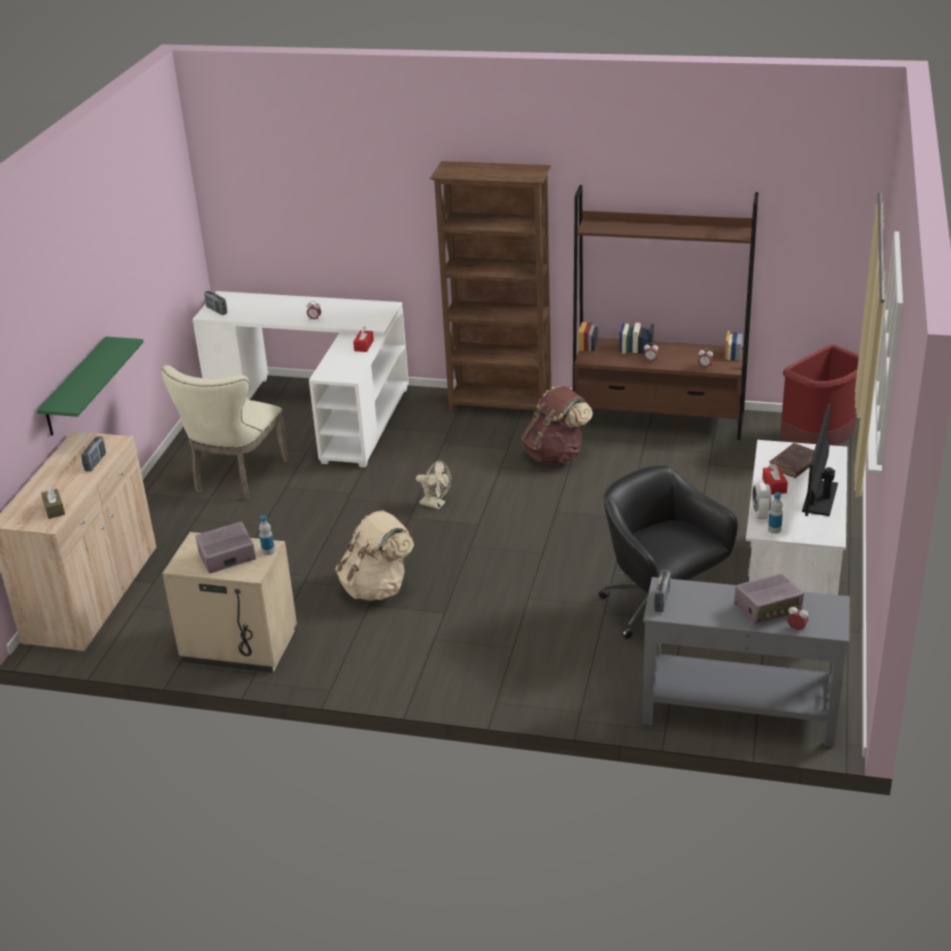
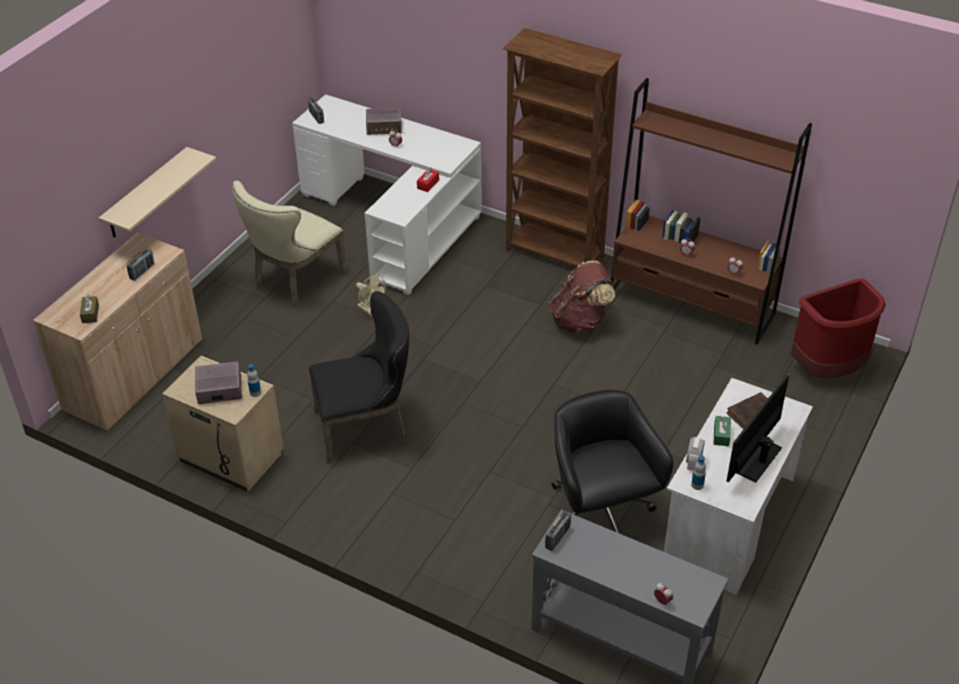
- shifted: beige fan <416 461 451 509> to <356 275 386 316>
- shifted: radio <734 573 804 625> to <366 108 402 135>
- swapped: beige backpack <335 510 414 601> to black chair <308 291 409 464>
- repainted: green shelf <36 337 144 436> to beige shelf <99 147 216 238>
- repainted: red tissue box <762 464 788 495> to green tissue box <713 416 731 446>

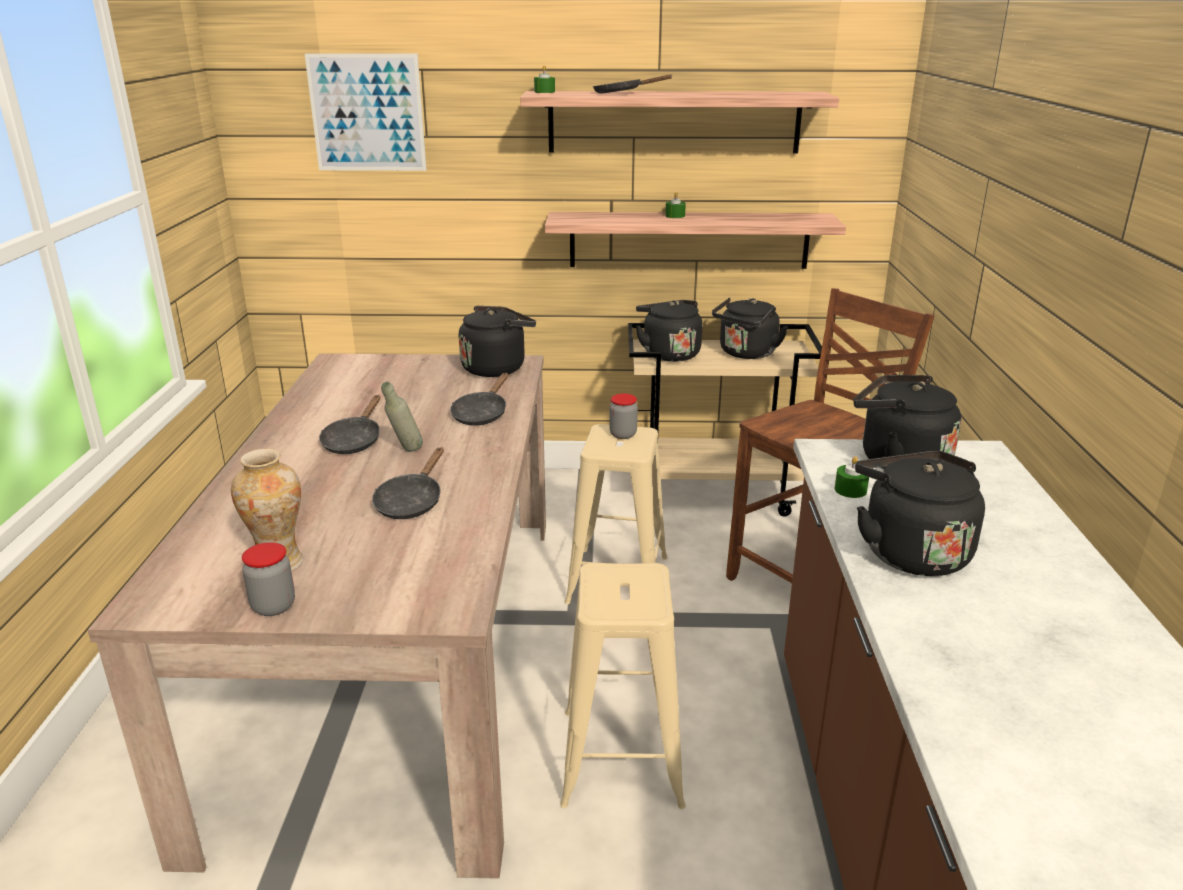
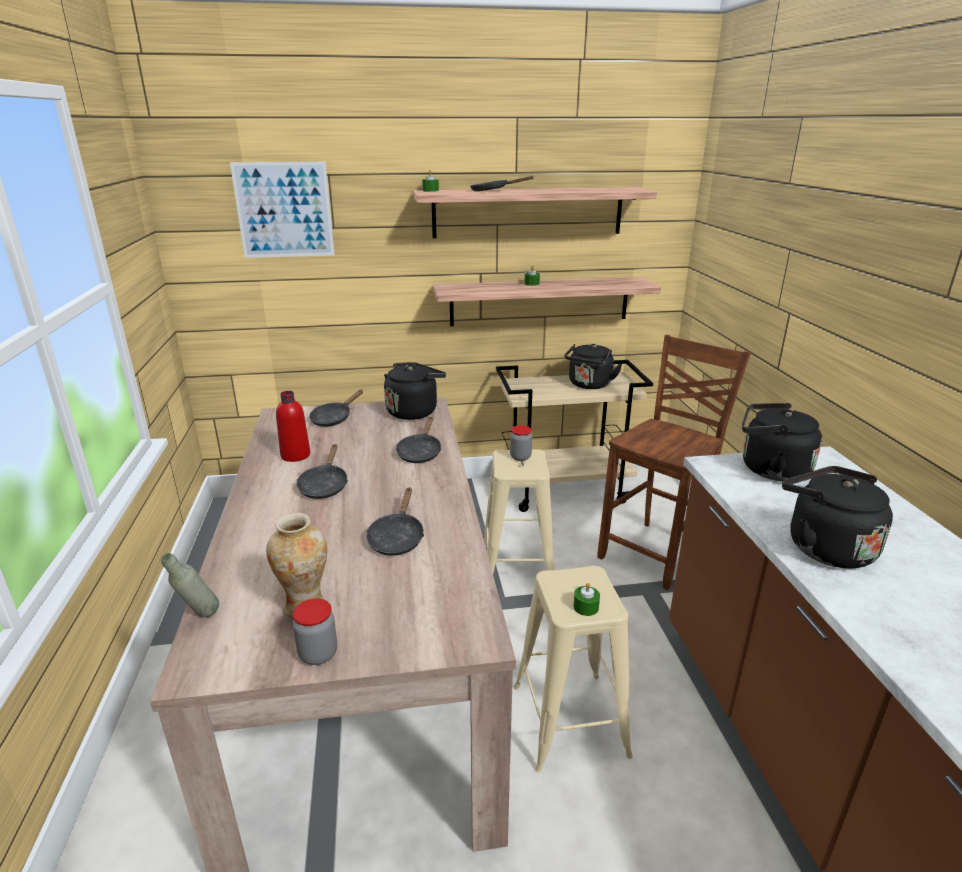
- gone: black kettle <636 300 703 362>
- new: red bottle <276 391 310 462>
- new: black frying pan <309 390 363 427>
- shifted: grey bottle <381 382 423 452> to <161 553 219 618>
- shifted: green candle <835 456 869 498> to <573 583 600 616>

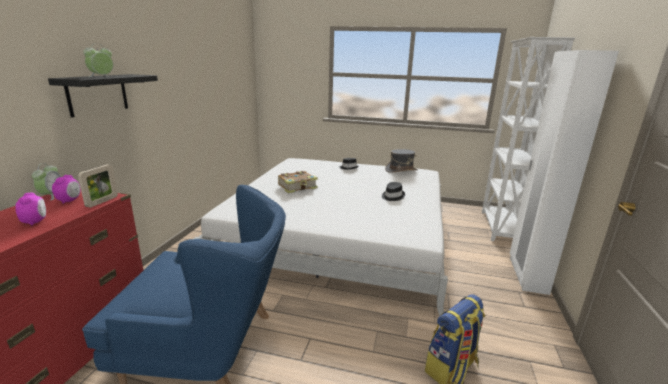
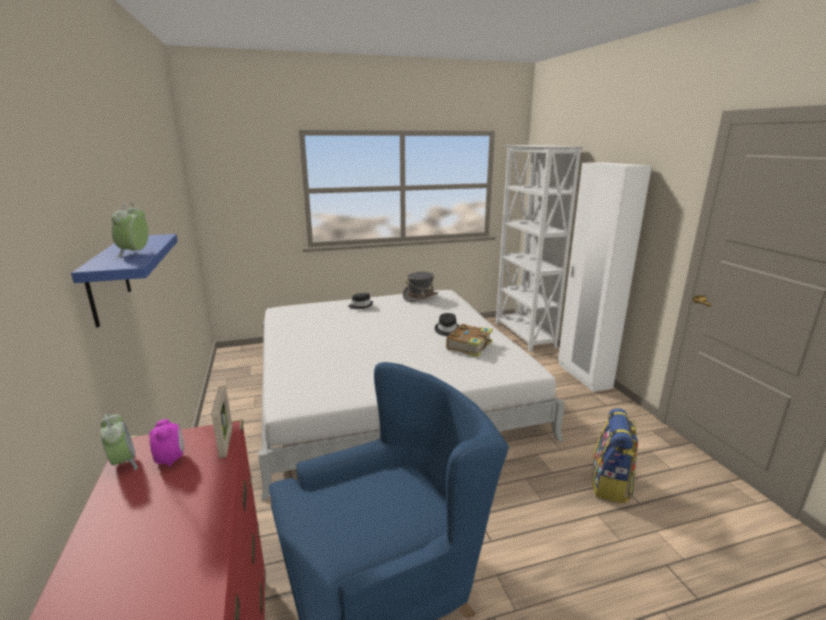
- gone: alarm clock <15 193 46 226>
- shifted: book <278 171 318 193> to <446 324 493 357>
- repainted: black shelf <48 74 158 117> to blue shelf <71 234 178 328>

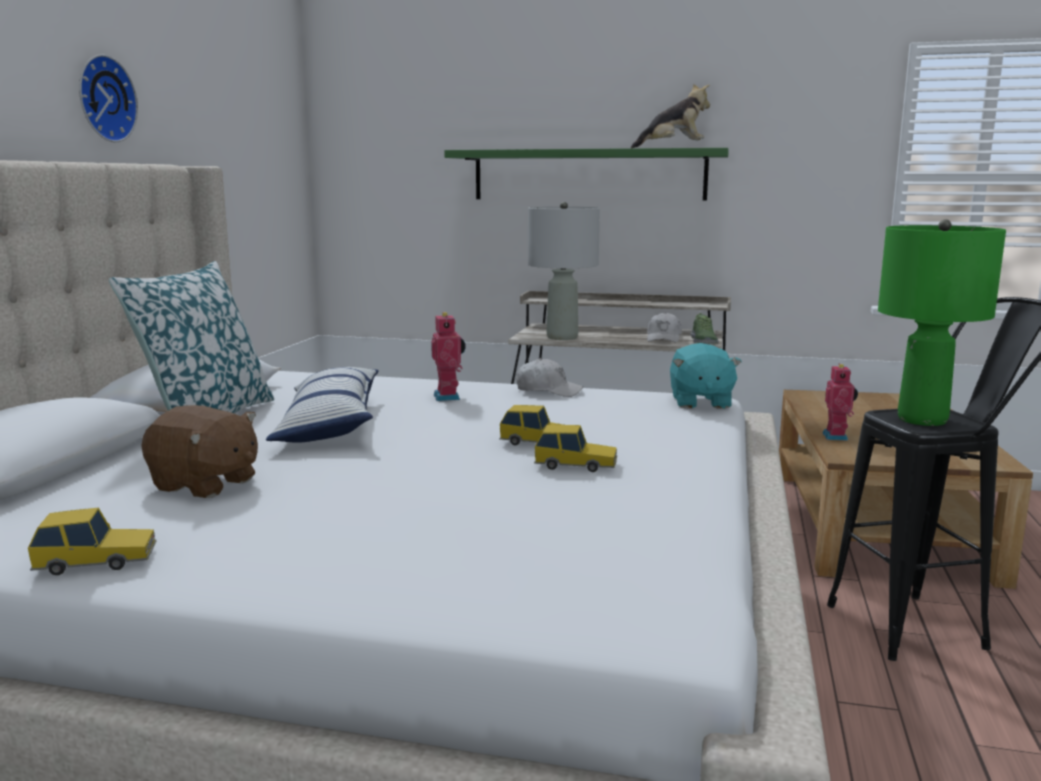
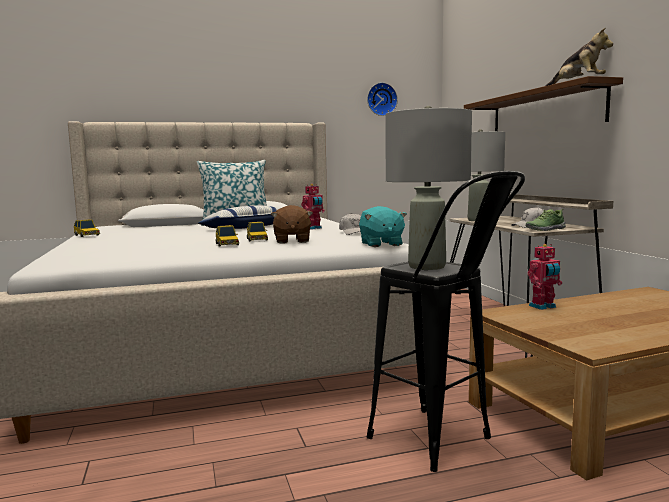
- shifted: wall clock <79 55 138 142> to <367 82 398 116>
- shifted: brown plush toy <141 405 258 498> to <271 205 313 244>
- repainted: green shelf <444 148 729 201> to brown shelf <464 76 623 131>
- repainted: green table lamp <878 219 1006 426> to grey table lamp <385 106 472 270>
- rotated: turquoise plush toy <670 343 742 409> = <359 206 407 247> 75 degrees counterclockwise

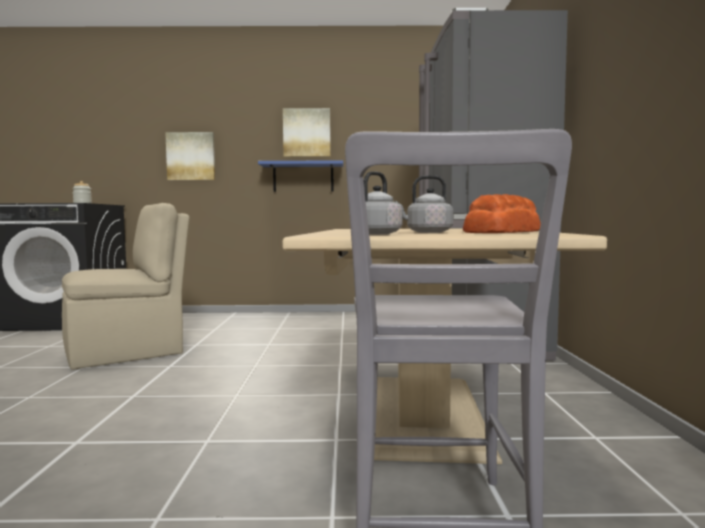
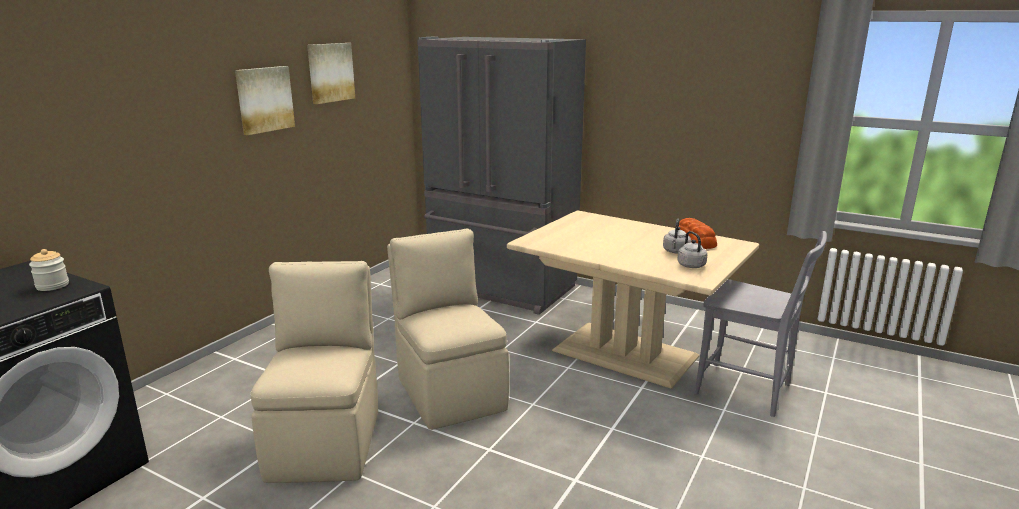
- gone: blue shelf <258 160 344 192>
- new: beige chair <387 229 509 430>
- shifted: picture <165 132 215 180> to <307 43 355 104>

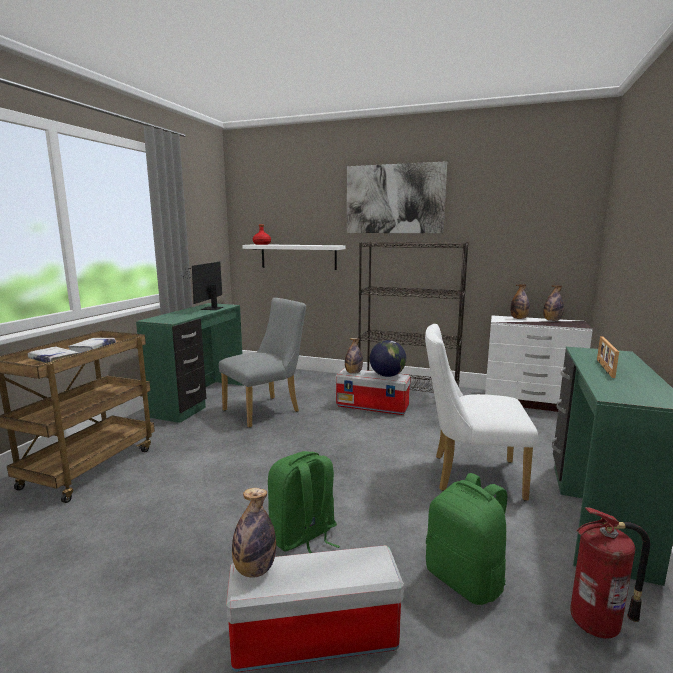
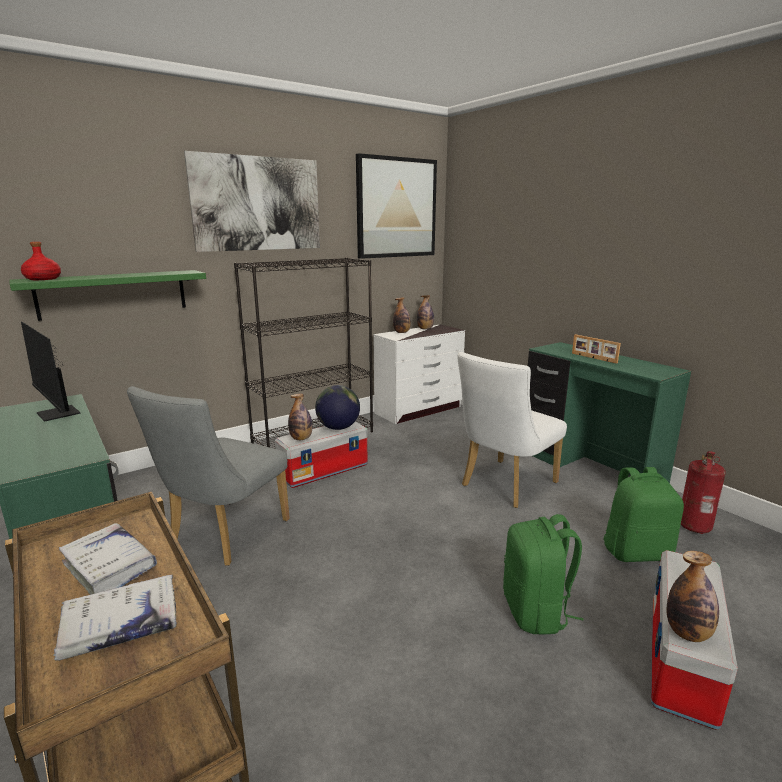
- new: picture <356 153 437 259>
- repainted: white shelf <242 244 345 270> to green shelf <9 270 206 321>
- rotated: grey chair <219 298 306 428> = <127 386 290 566> 150 degrees counterclockwise

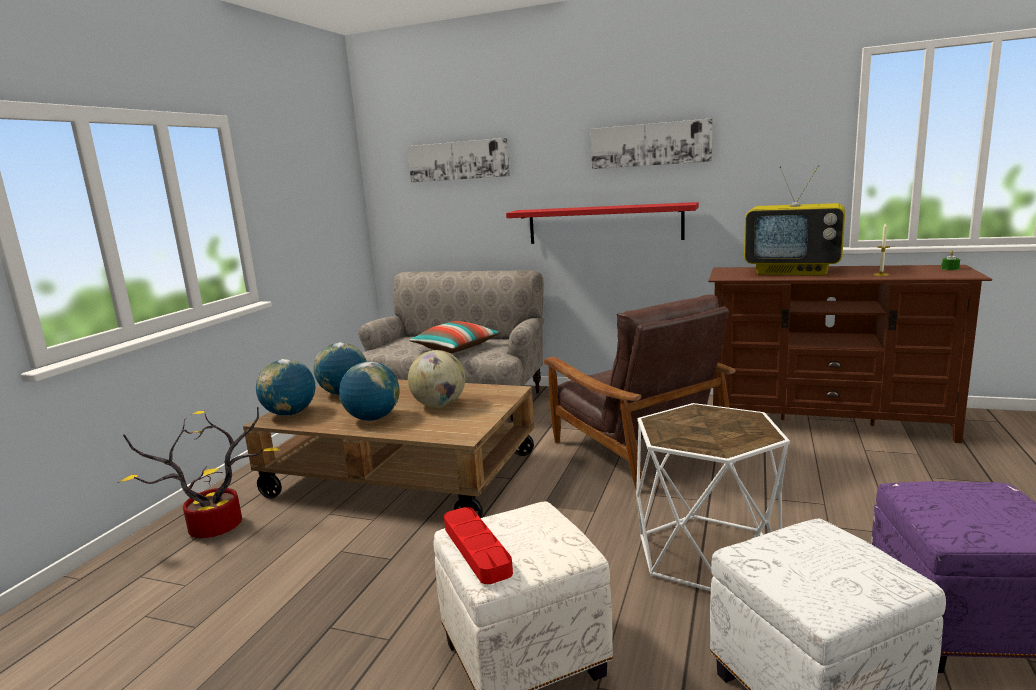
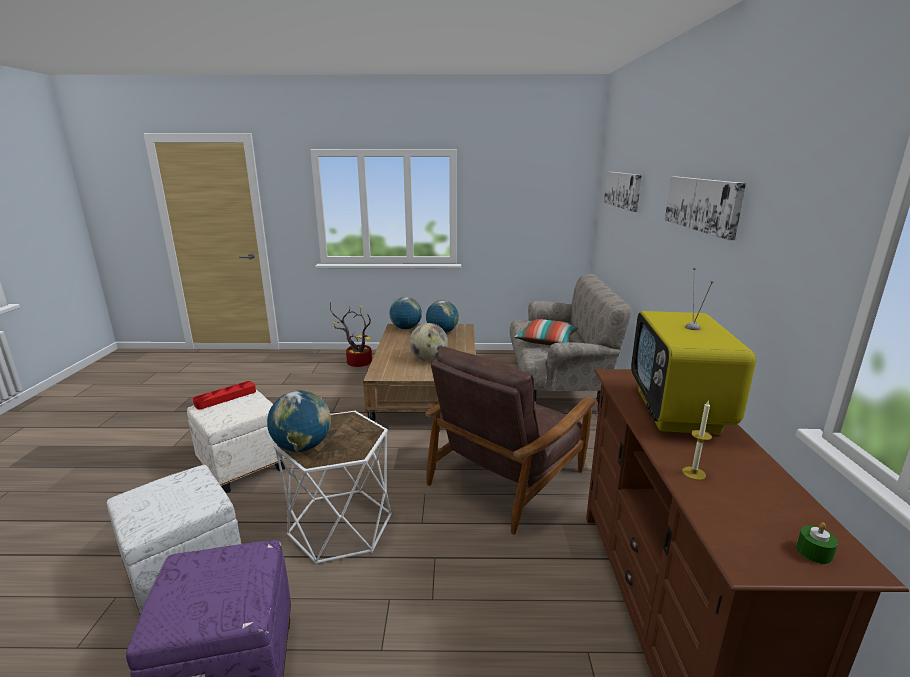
- gone: red shelf <506 202 699 244>
- shifted: globe <339 362 400 421> to <267 390 331 452>

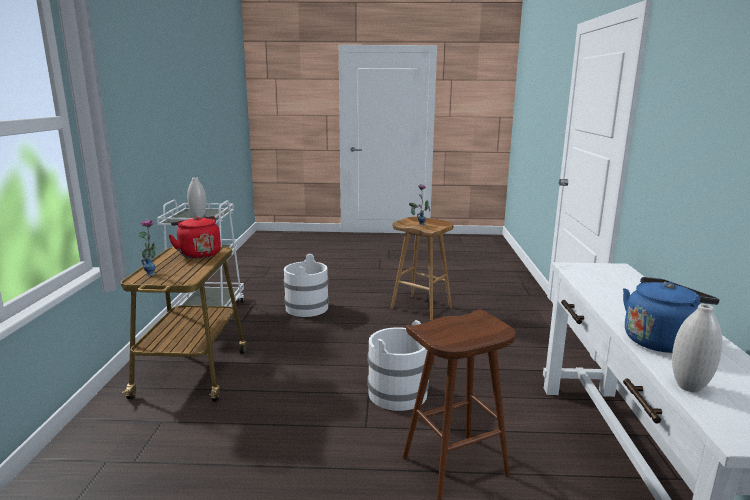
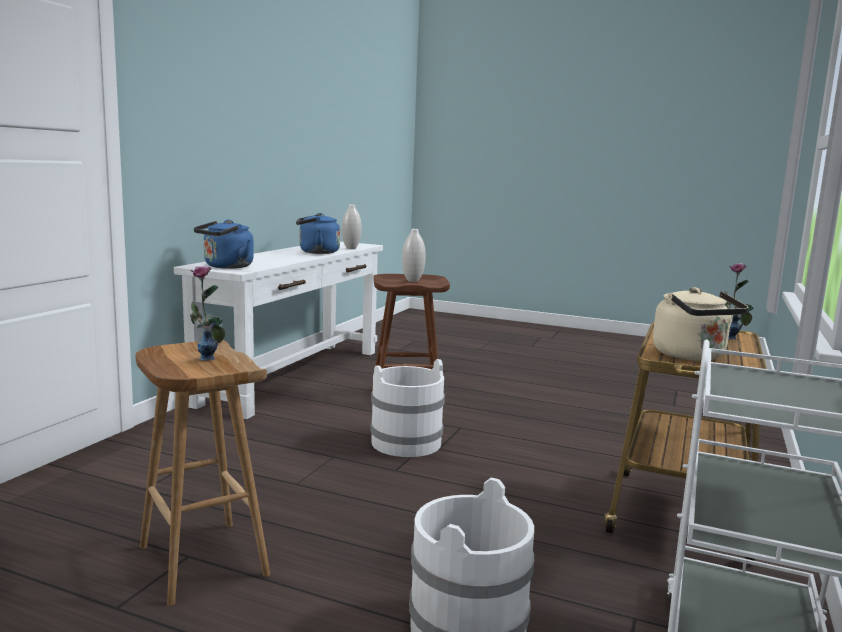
- new: blue kettle <194 220 254 269>
- shifted: white vase <187 177 206 218> to <402 229 426 282>
- repainted: red kettle <168 216 221 259> to beige kettle <653 287 748 361>

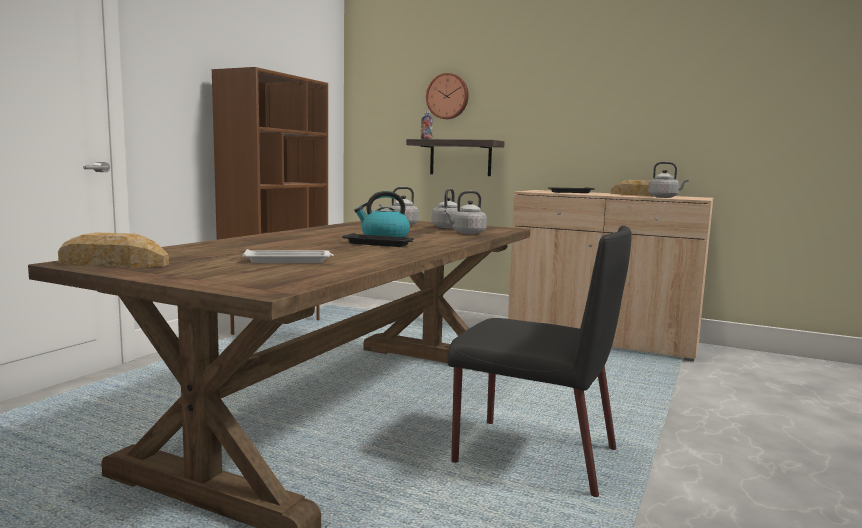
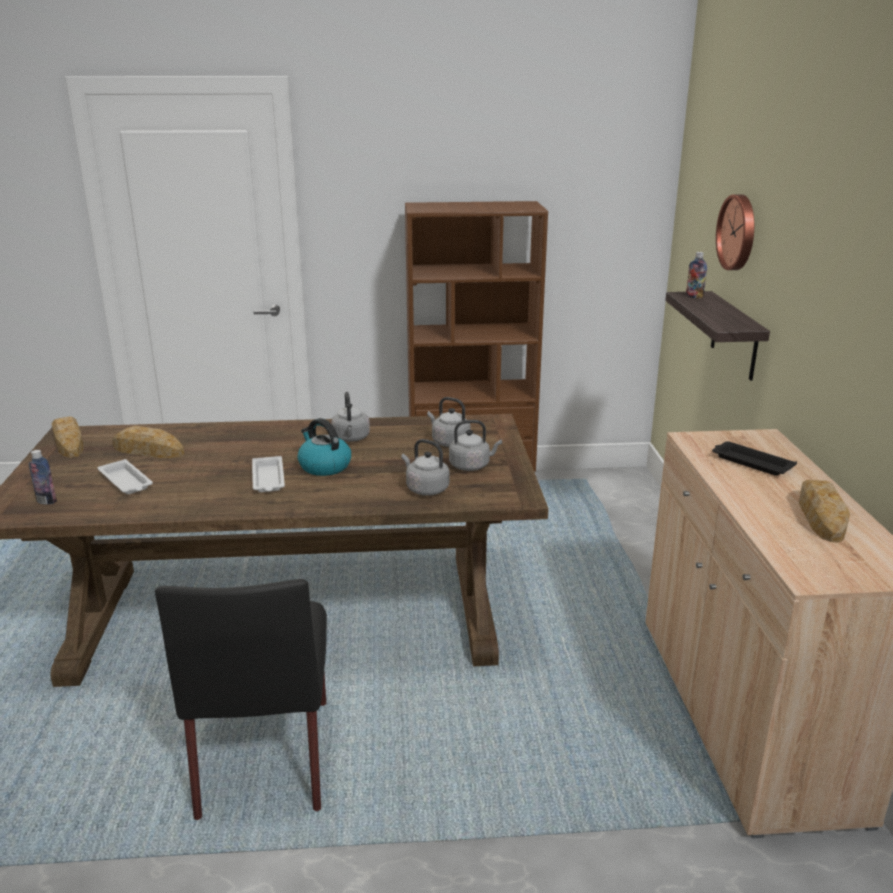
- new: bottle <29 450 57 505>
- new: bread <112 426 184 458>
- shifted: grey kettle <648 162 689 198> to <331 392 370 442>
- repainted: black tray <342 233 414 247> to white tray <252 456 285 492>

